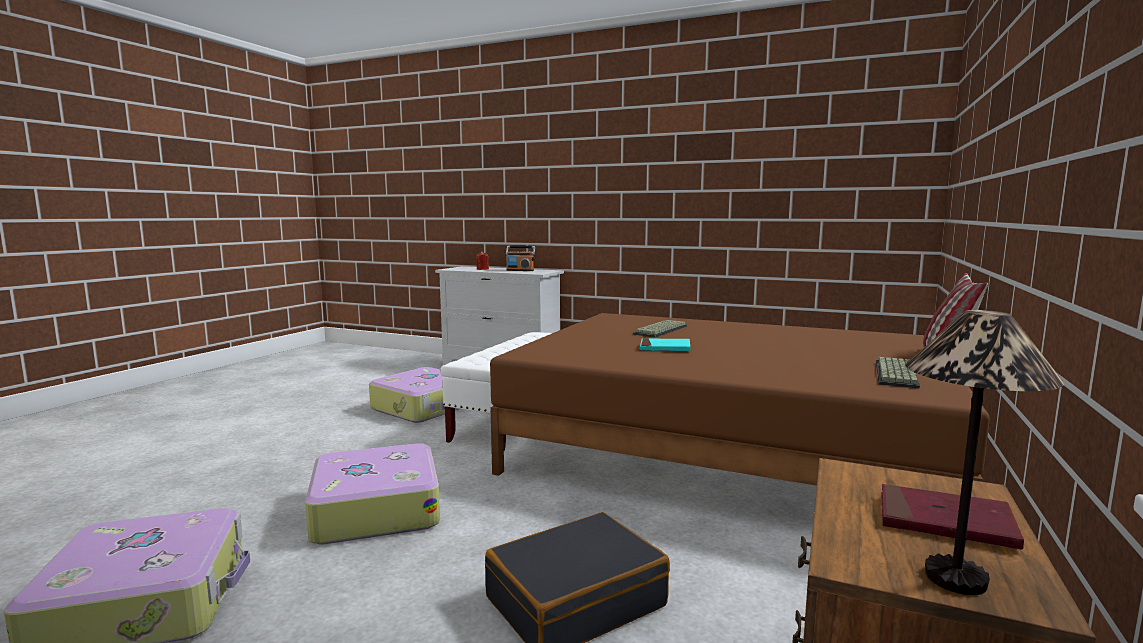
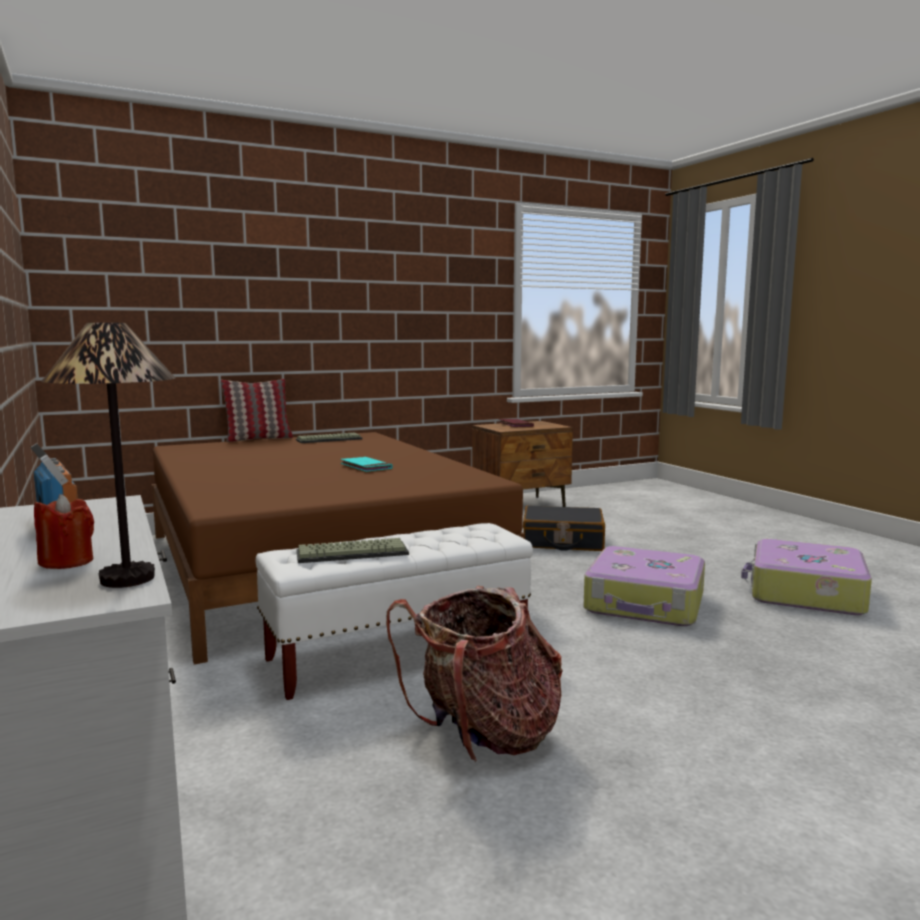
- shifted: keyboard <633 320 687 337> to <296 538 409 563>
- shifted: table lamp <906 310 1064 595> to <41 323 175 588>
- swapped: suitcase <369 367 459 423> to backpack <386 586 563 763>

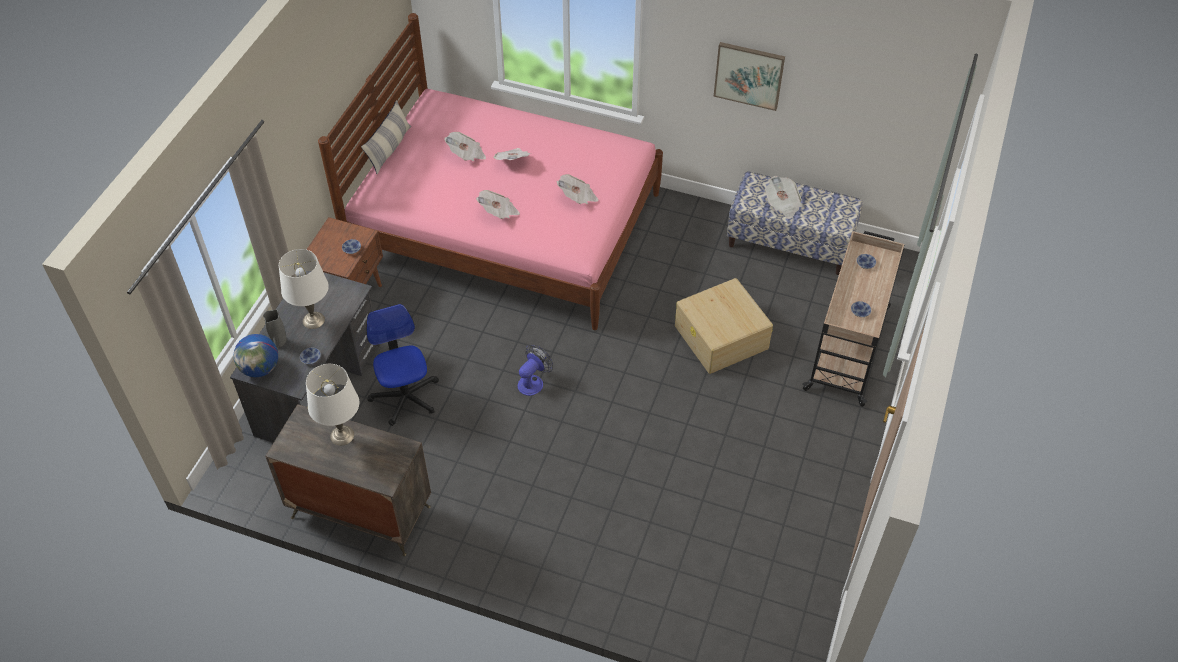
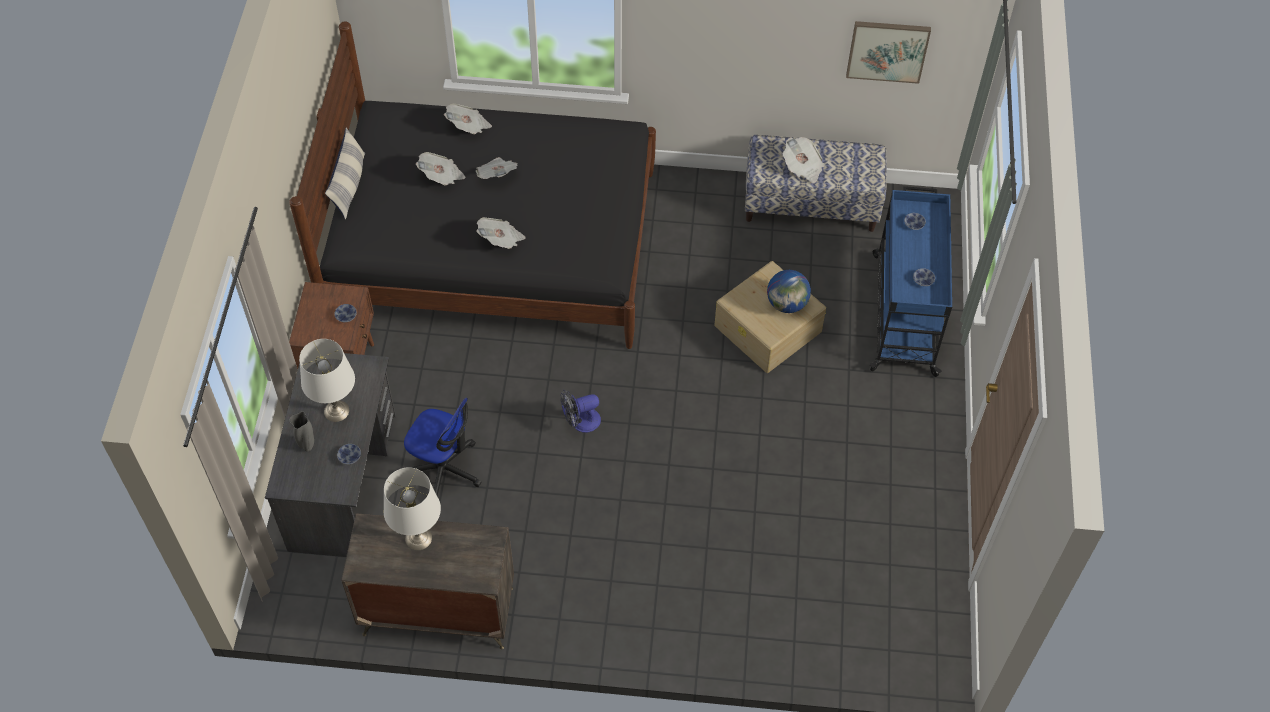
- shifted: globe <234 334 278 377> to <767 270 811 313>
- shifted: newspaper <556 174 599 204> to <444 103 492 134>
- shifted: picture <714 42 785 111> to <846 21 931 84>
- repainted: pink bed <318 13 663 330> to black bed <289 21 656 349>
- repainted: beige cart <802 231 905 407> to blue cart <870 186 952 377>
- rotated: office chair <366 304 439 426> = <404 398 481 496> 150 degrees clockwise
- rotated: fan <517 345 553 396> = <561 390 601 433> 135 degrees counterclockwise

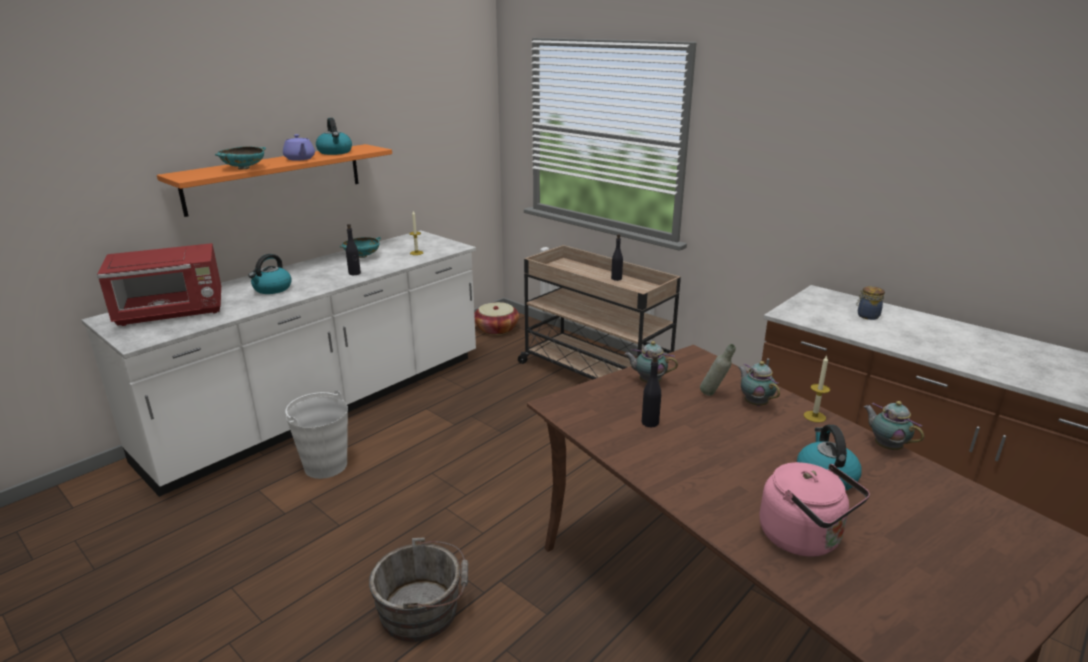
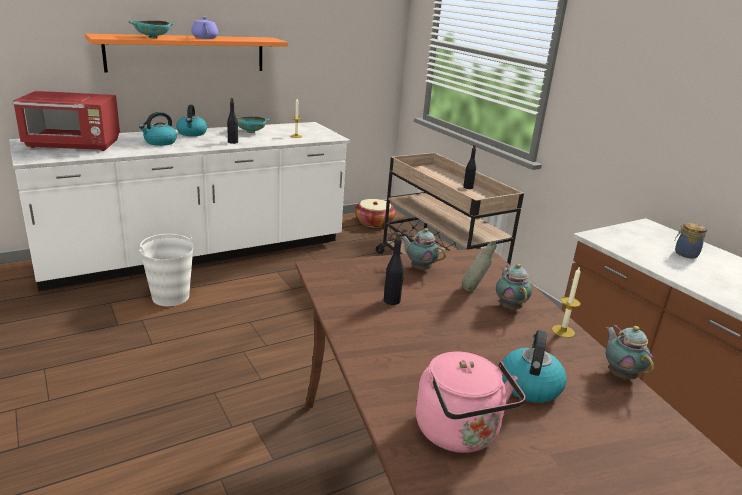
- gone: grey bucket <369 537 468 642>
- shifted: kettle <316 118 352 155> to <176 105 207 136>

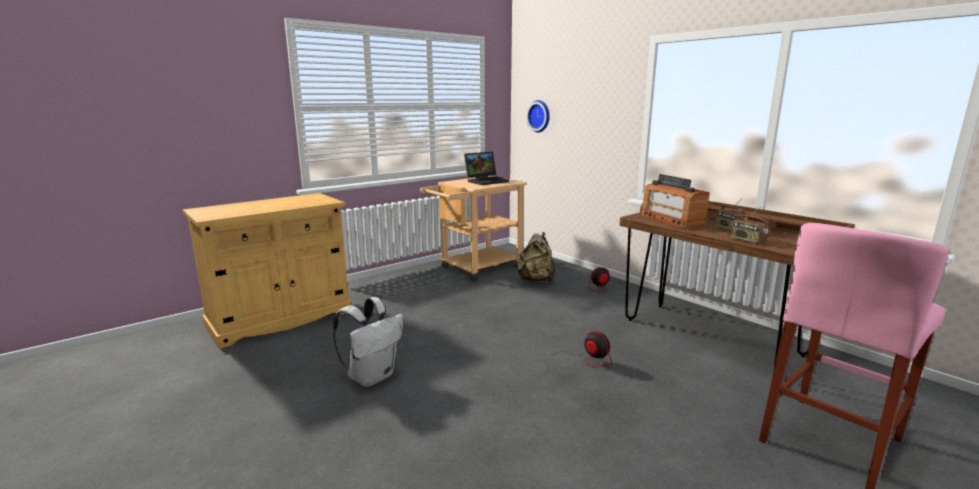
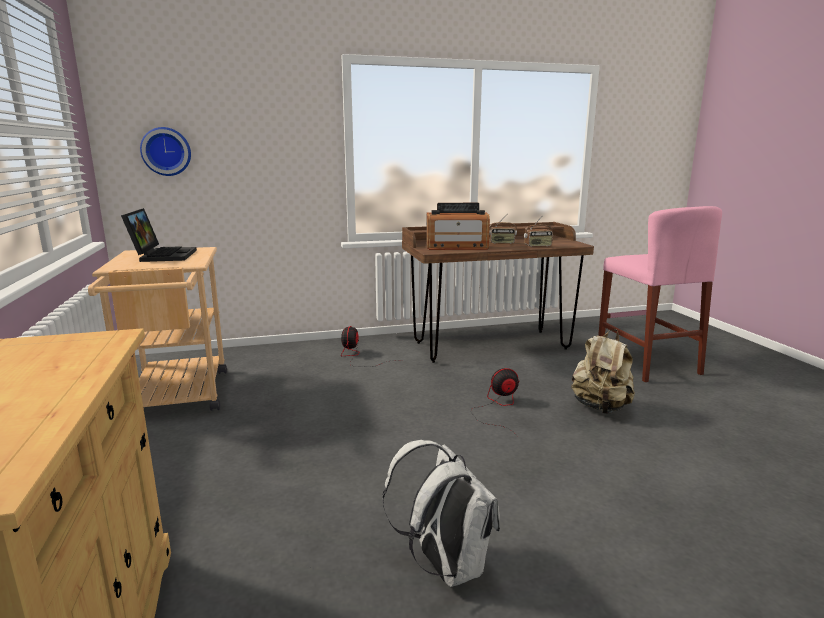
- shifted: beige backpack <517 232 555 283> to <571 329 635 414>

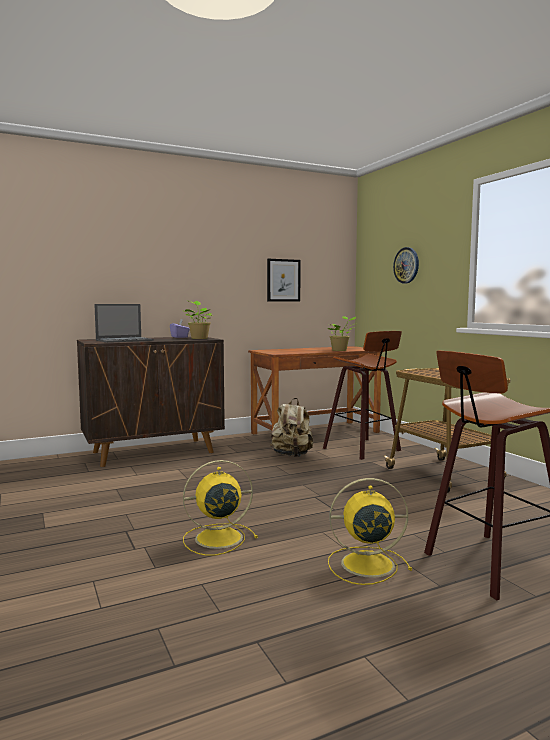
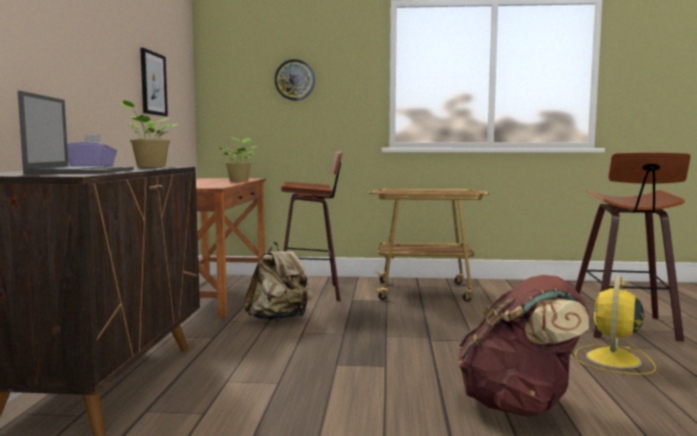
- swapped: yellow fan <183 460 258 556> to brown backpack <458 275 590 417>

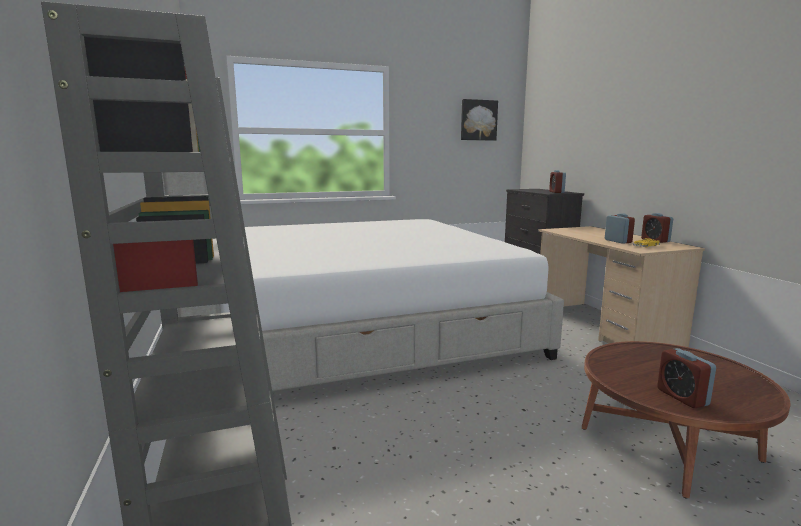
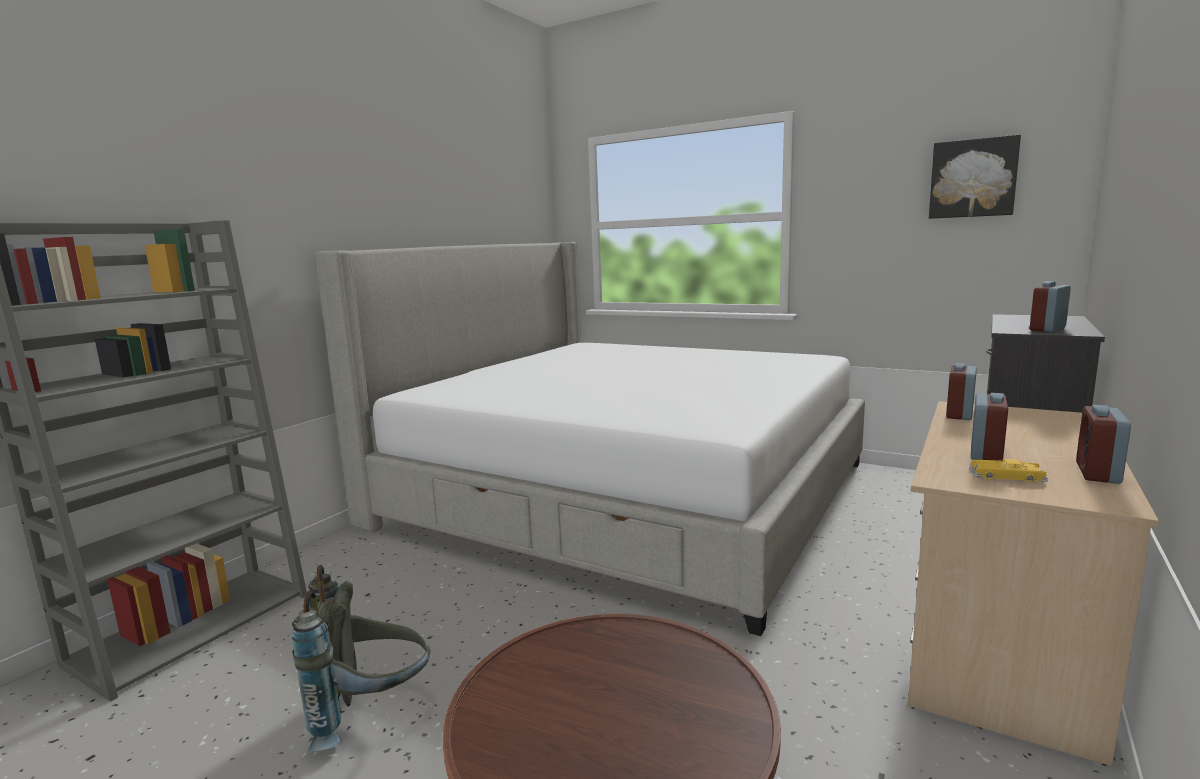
- new: grey backpack <292 565 430 751>
- shifted: alarm clock <657 348 716 408> to <946 363 977 420>

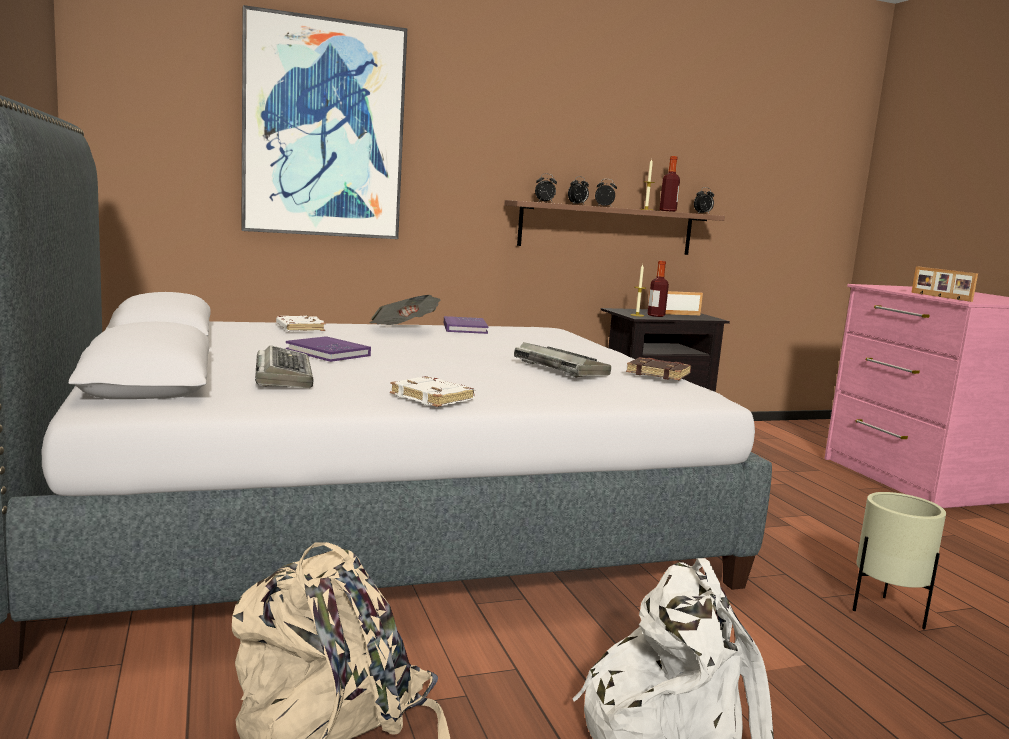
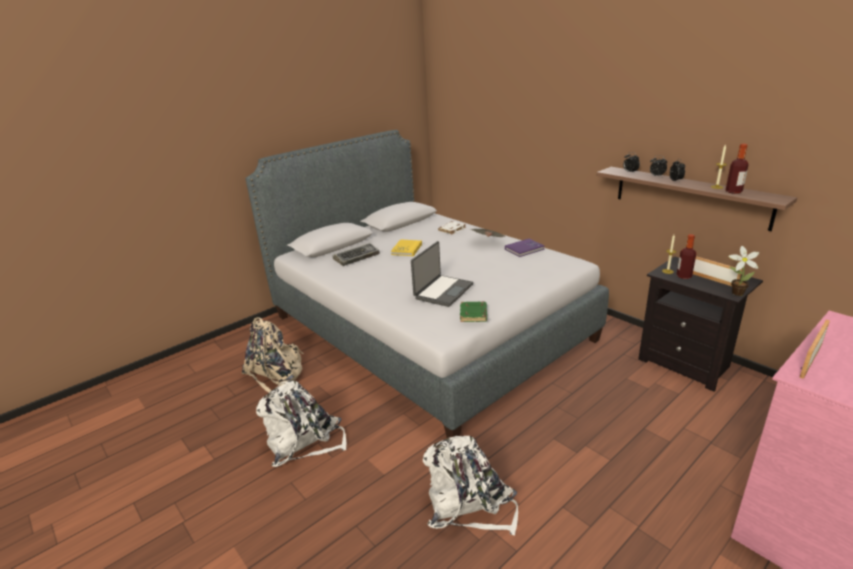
- gone: picture <241 5 407 239>
- gone: white book <390 376 475 407>
- gone: alarm clock <694 187 714 213>
- new: potted plant <728 246 759 296>
- swapped: keyboard <514 342 611 377> to laptop <411 241 473 307>
- swapped: beige planter <853 492 946 630> to white backpack <423 436 518 535>
- repainted: purple book <286 336 371 362> to yellow book <391 239 422 256>
- repainted: brown book <626 357 691 380> to green book <460 302 487 322>

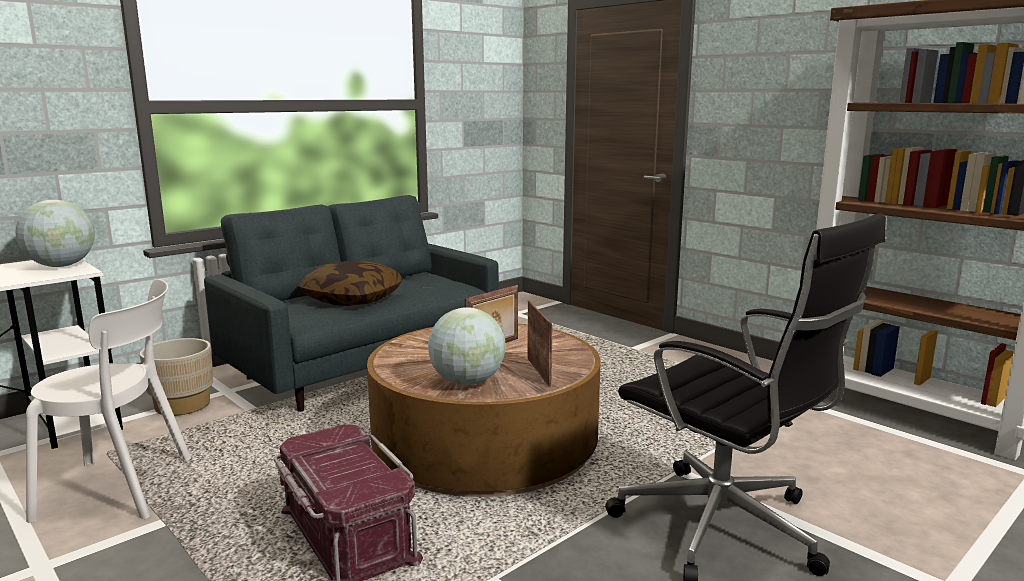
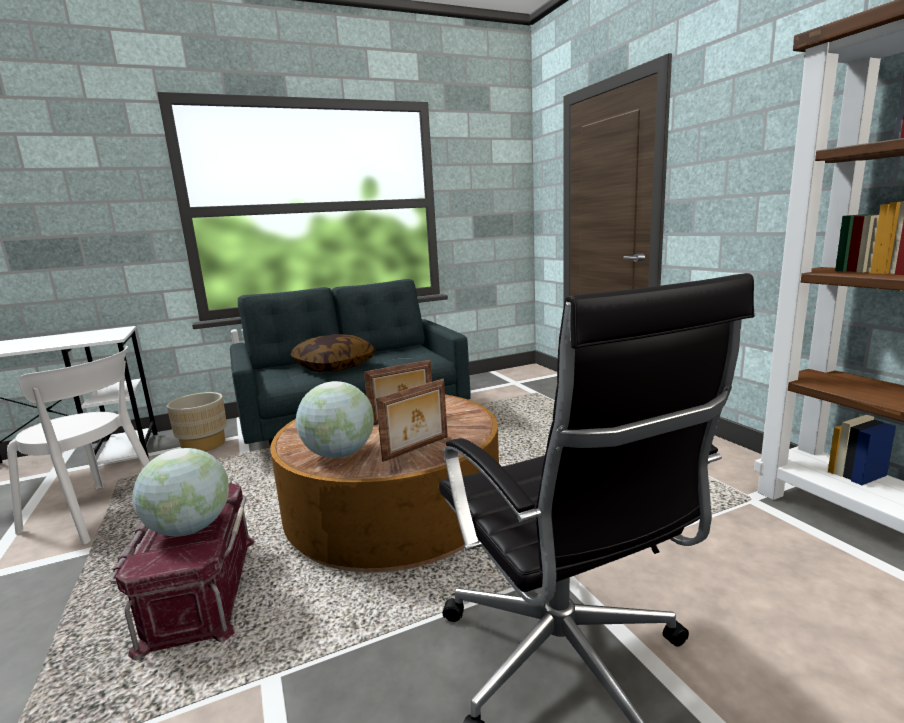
- shifted: globe <15 200 95 267> to <132 448 229 537>
- rotated: picture frame <527 301 552 387> = <376 379 448 462> 45 degrees clockwise

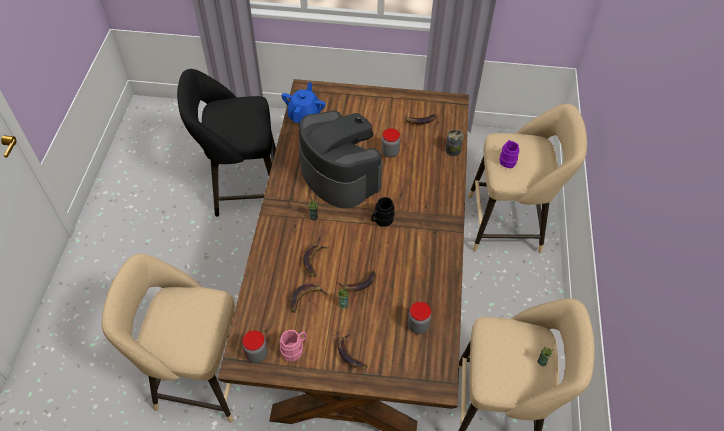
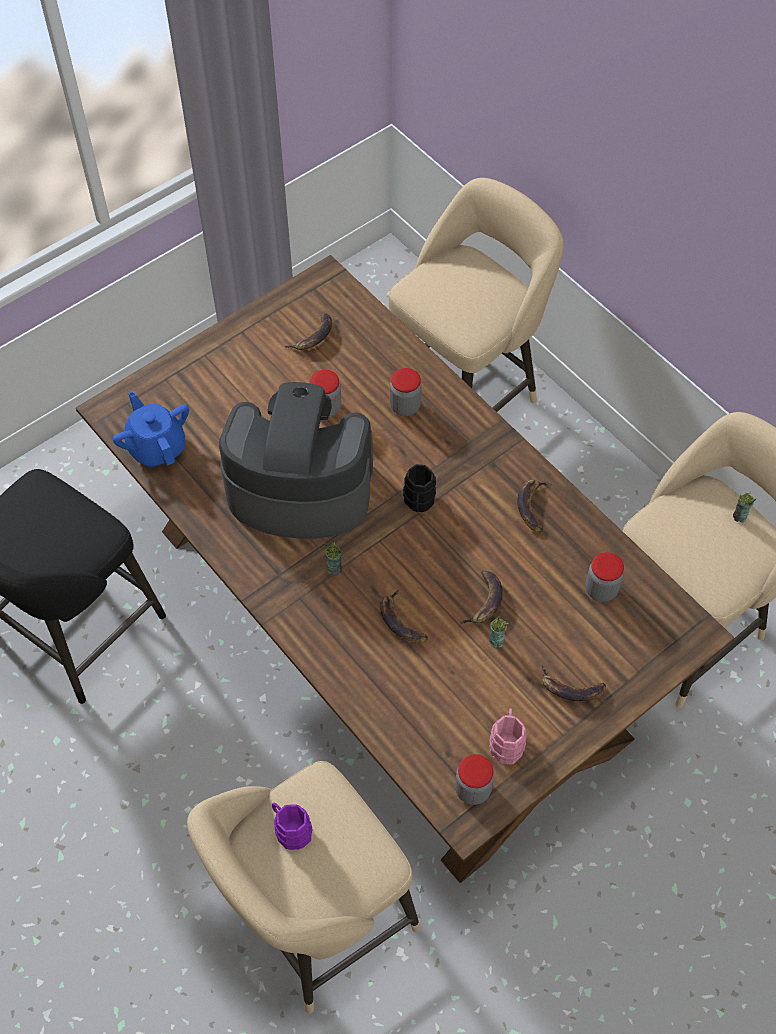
- gone: can <445 130 464 156>
- new: jar <390 368 422 416>
- shifted: banana <289 283 327 313> to <517 479 550 533>
- shifted: purple mug <499 140 519 168> to <272 802 313 850>

